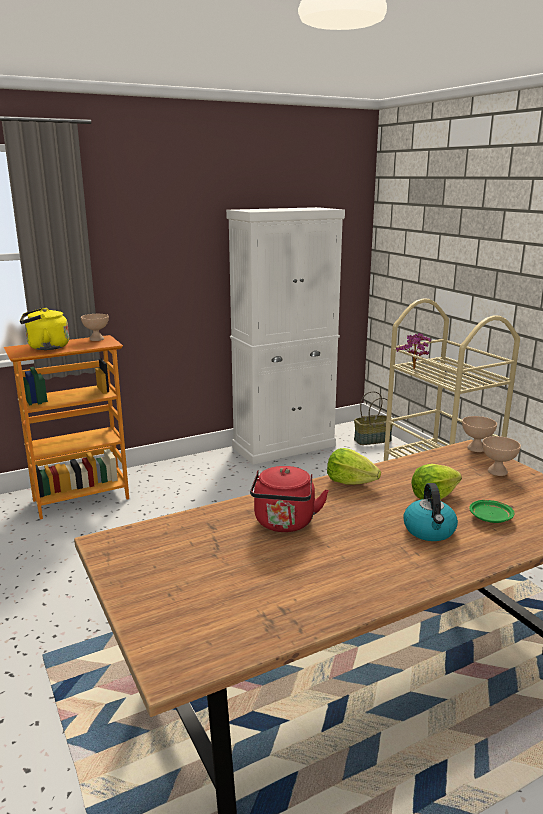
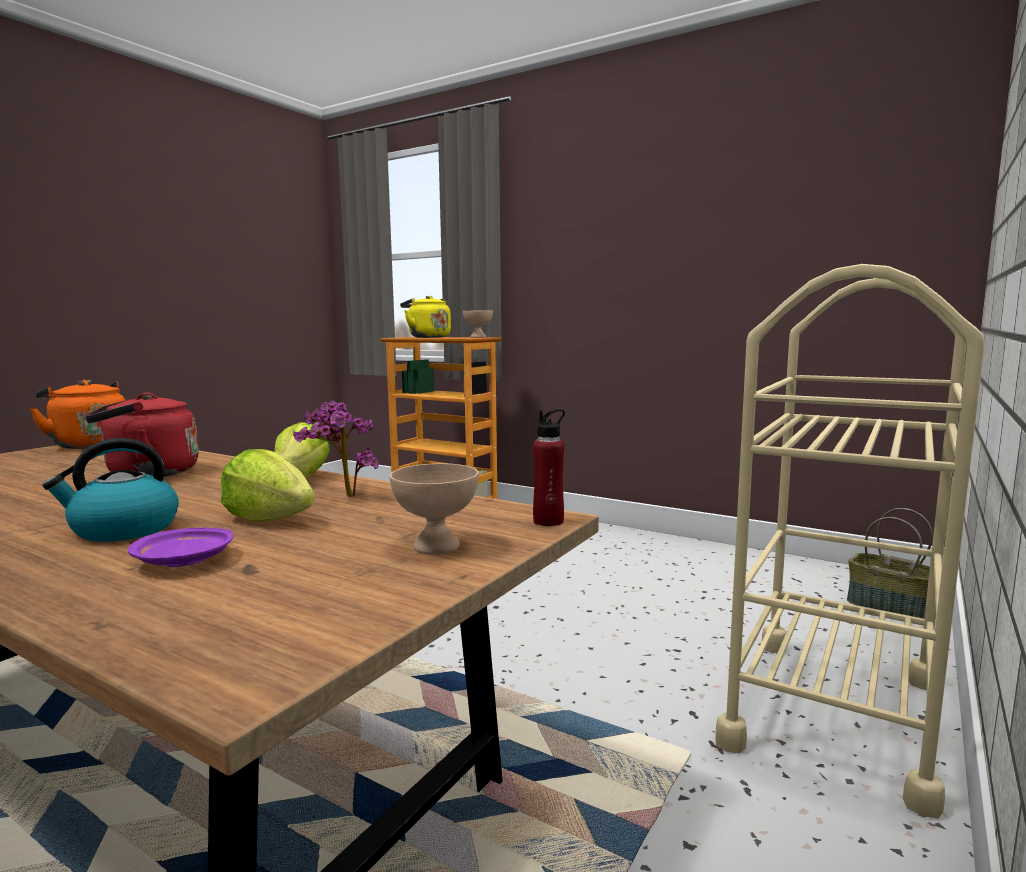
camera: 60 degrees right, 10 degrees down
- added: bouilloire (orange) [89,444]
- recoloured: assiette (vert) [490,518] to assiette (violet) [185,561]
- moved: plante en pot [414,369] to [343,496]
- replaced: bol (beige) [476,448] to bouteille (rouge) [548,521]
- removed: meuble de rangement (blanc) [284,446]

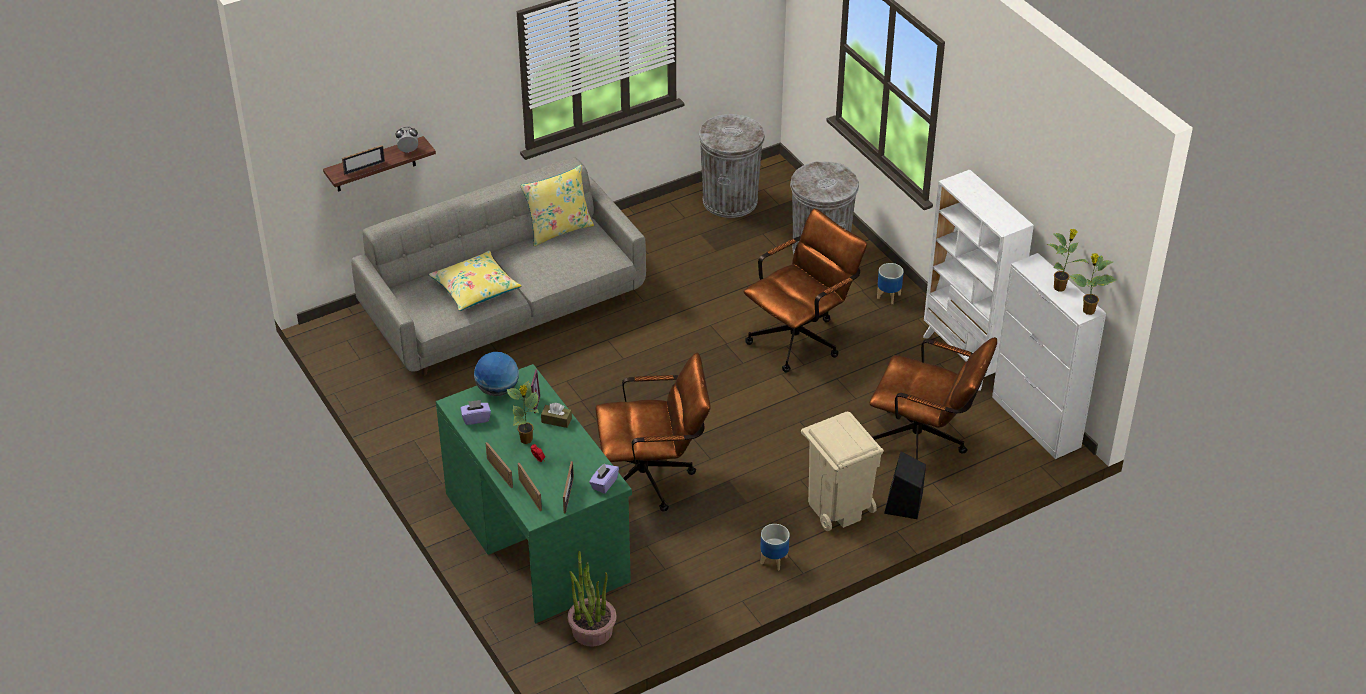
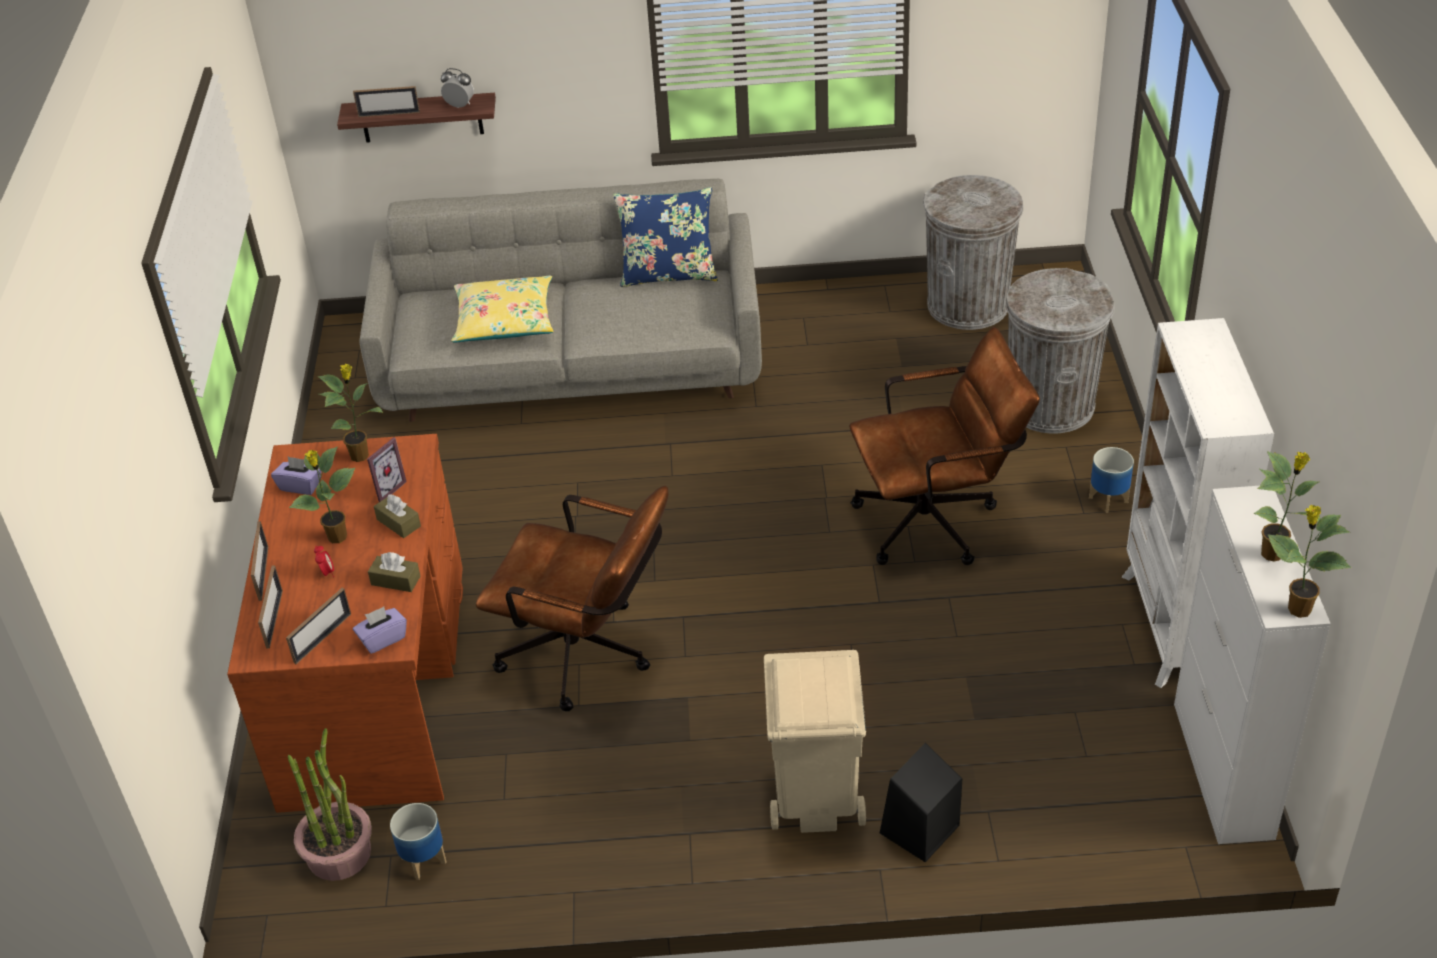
camera: 30 degrees right, 0 degrees up
- recoloured: bureau (vert) [537,536] to bureau (marron) [377,685]
- replaced: globe [497,390] to plante en pot [360,455]
- added: boîte à mouchoirs (marron) [395,580]
- moved: cache-pot [773,560] to [423,860]
- recoloured: coussin (jaune) [558,229] to coussin (bleu) [669,274]
- removed: chaise de bureau (marron) [925,443]

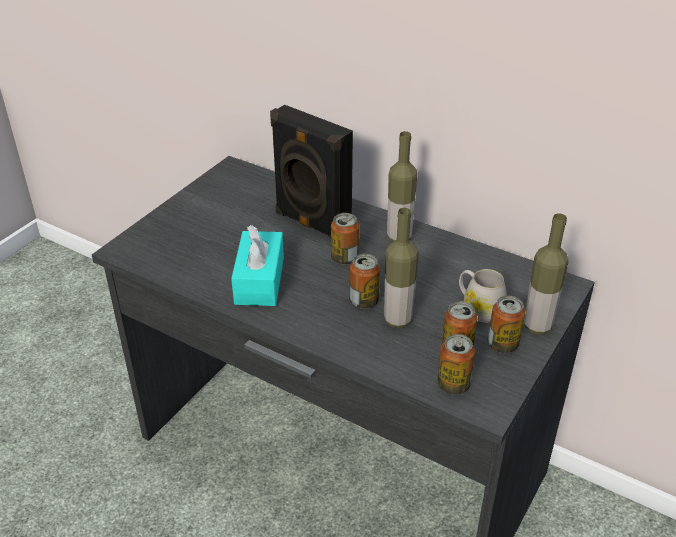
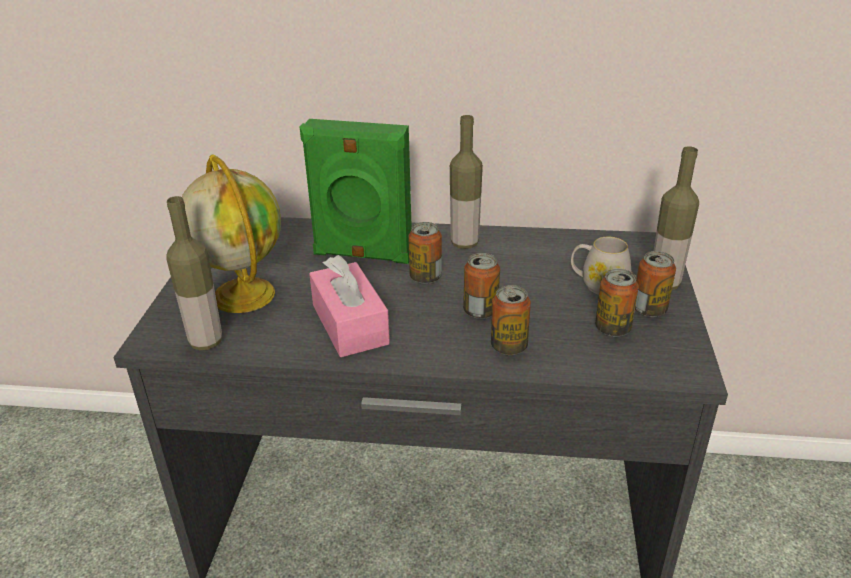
camera: 25 degrees left, 5 degrees down
- moved: bouteille [398,320] to [206,342]
- added: globe [242,294]
- recoloured: enceinte (noir) [311,224] to enceinte (vert) [362,255]
- recoloured: boîte à mouchoirs (turquoise) [259,280] to boîte à mouchoirs (rose) [350,324]
- moved: boîte métallique [453,385] to [508,346]

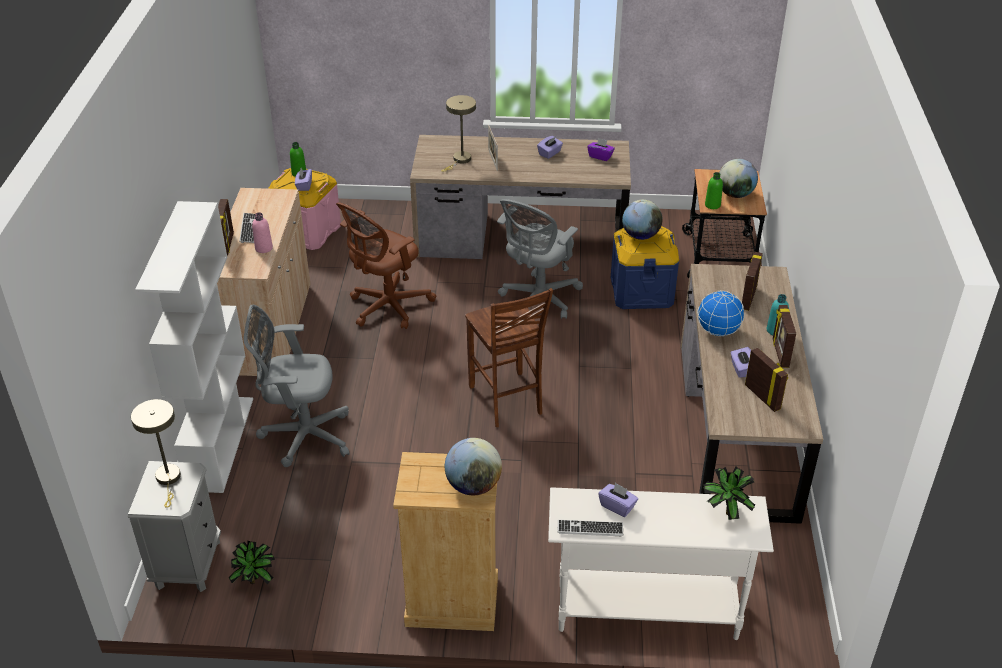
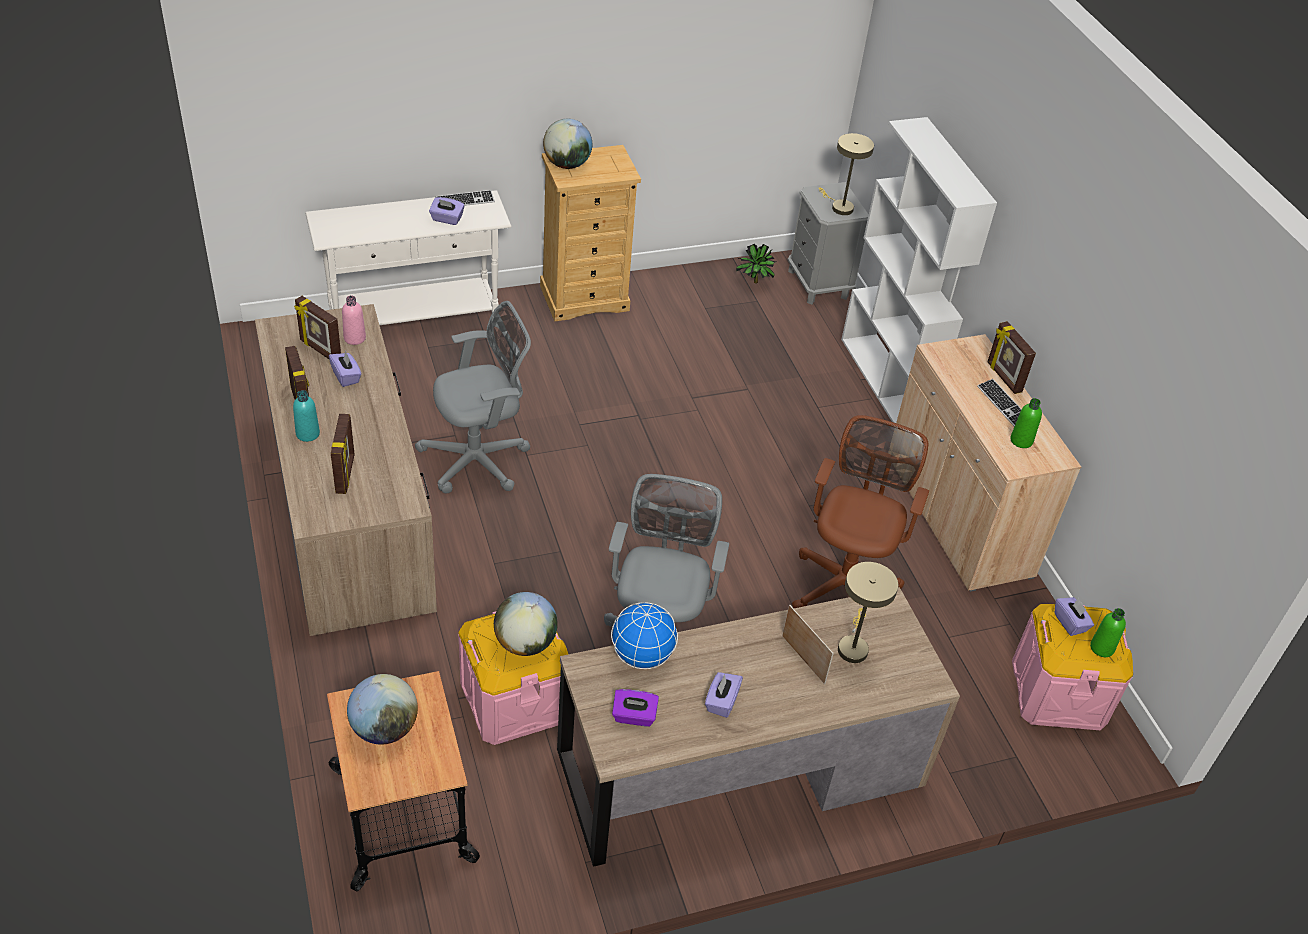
camera: 155 degrees right, 5 degrees up
- moved: bouteille (rose) [264,248] to [354,338]
- moved: chaise de bureau (gris) [302,435] to [480,460]
- recoloured: boîte de rangement (bleu) [641,291] to boîte de rangement (rose) [514,700]
- moved: globe [718,331] to [641,656]
- moved: bouteille (vert) [712,205] to [1021,440]
- removed: chaise (marron) [506,401]
- removed: plante en pot [724,512]

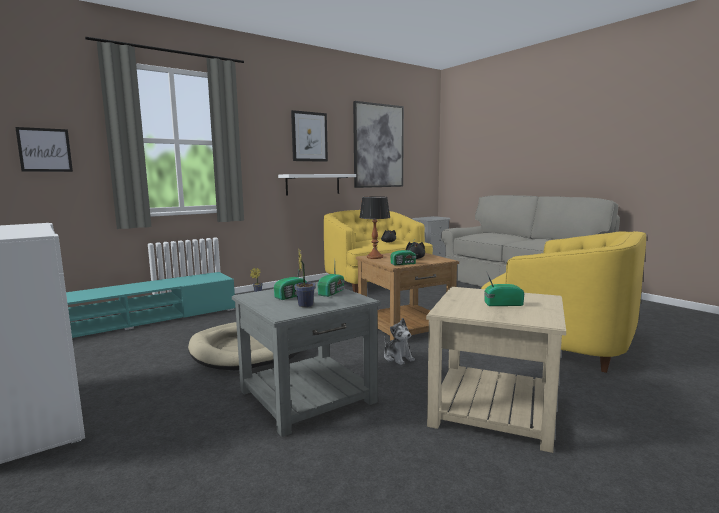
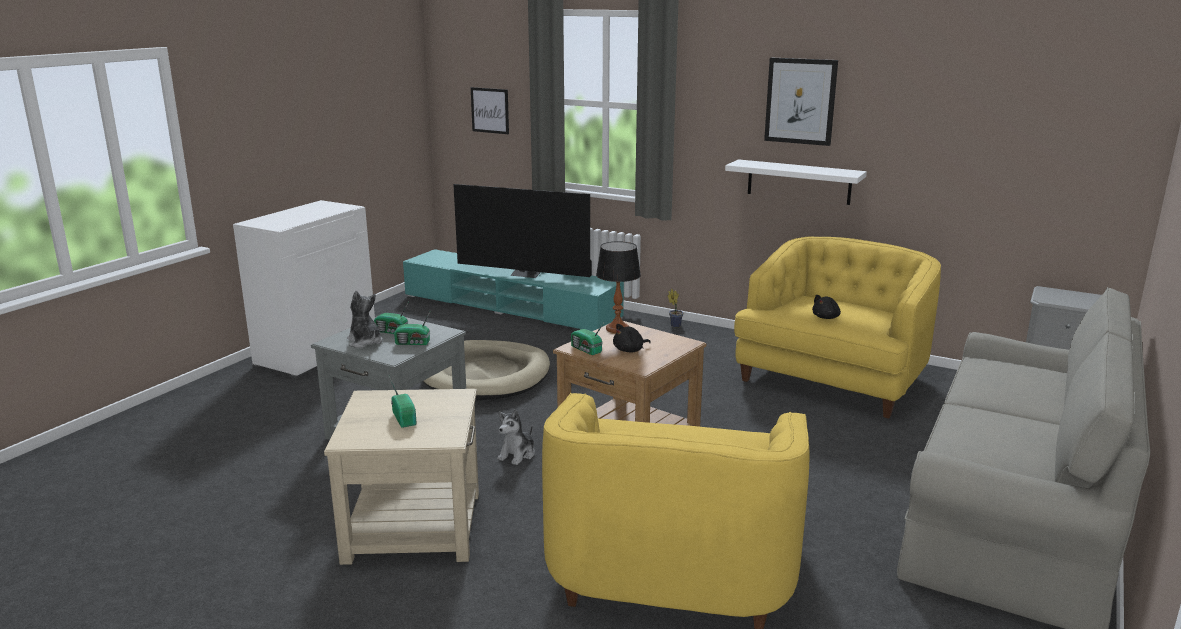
camera: 65 degrees right, 10 degrees up
- replaced: plante en pot [305,304] to peluche [365,342]
- added: téléviseur [526,274]
- removed: tableau [378,146]

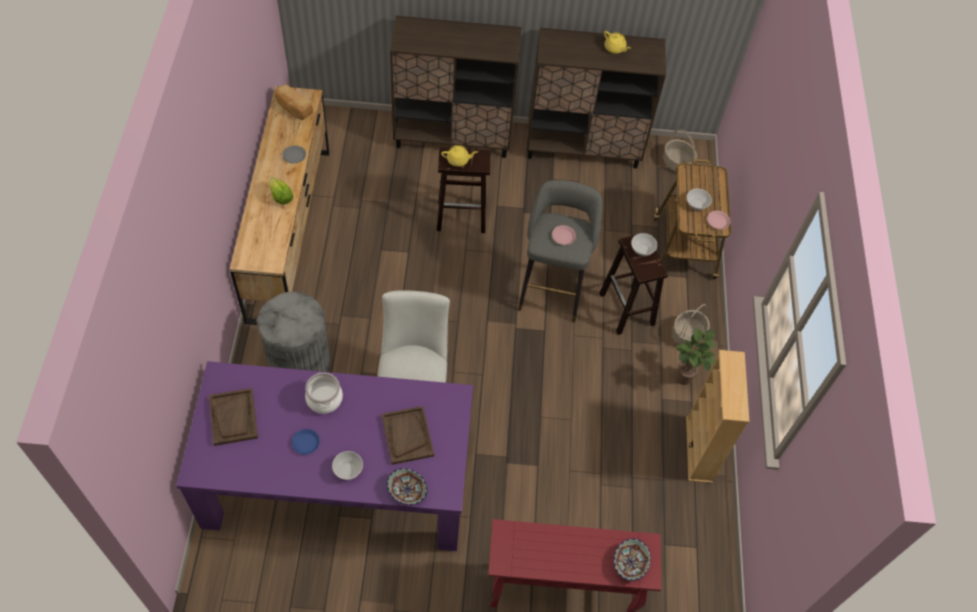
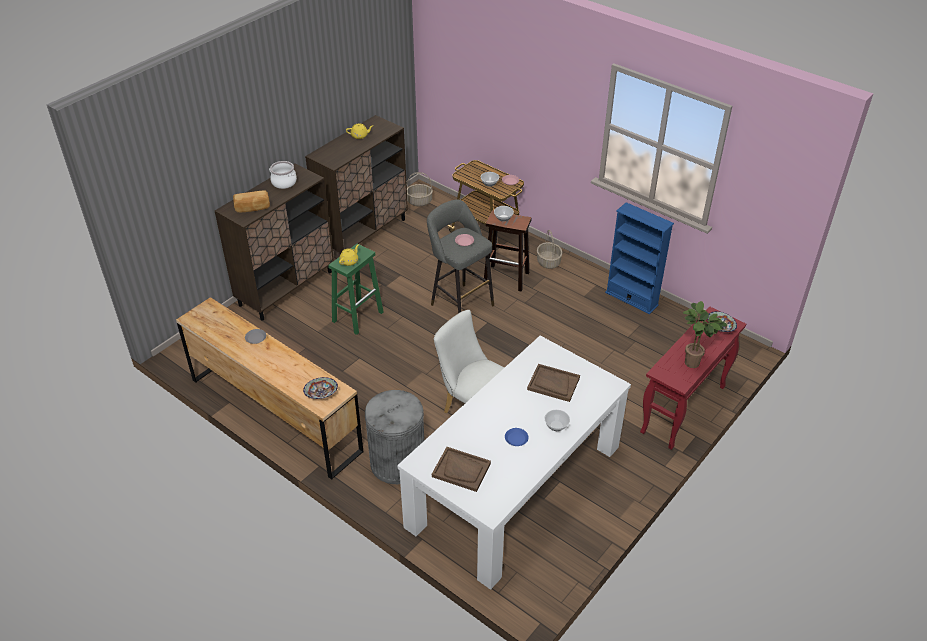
camera: 50 degrees left, 15 degrees down
- moved: pain [294,108] to [252,208]
- moved: marmite [324,399] to [284,182]
- moved: bol [407,490] to [321,394]
- recoloured: tabouret (marron) [462,216] to tabouret (vert) [358,316]
- recoloured: table à manger (violet) [338,480] to table à manger (blanc) [515,486]
- recoloured: bibliothèque (beige) [699,449] to bibliothèque (bleu) [631,299]
- moved: plante en pot [683,381] to [694,364]
- removed: laitue [281,197]

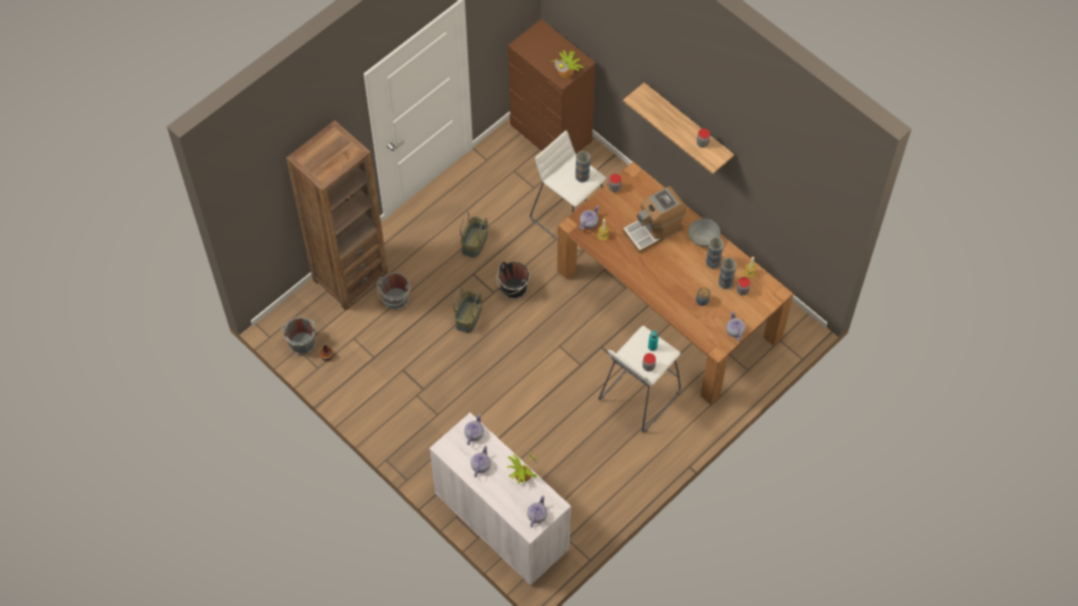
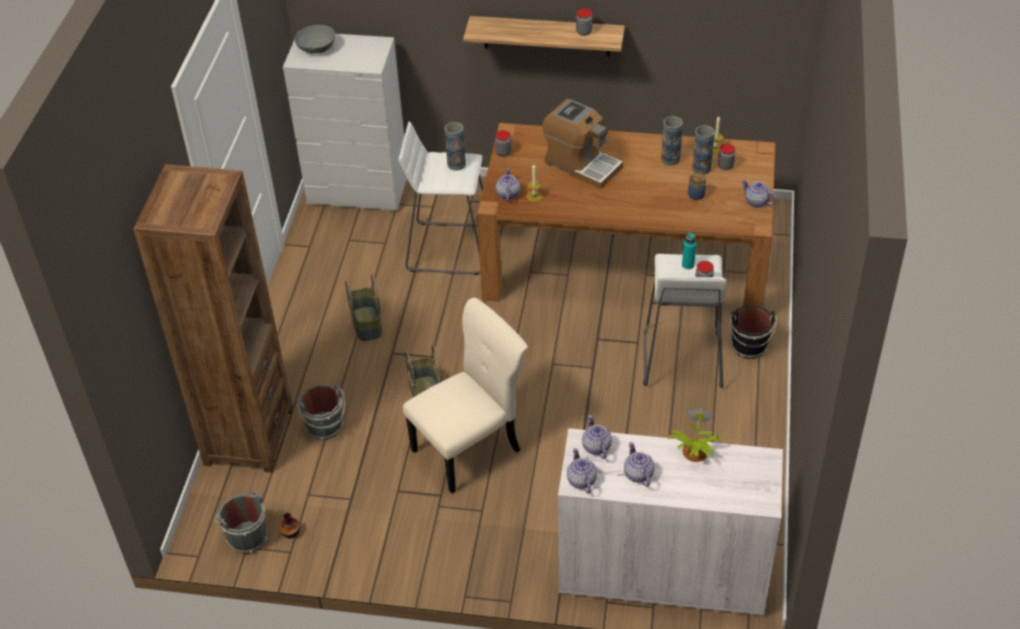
camera: 35 degrees left, 15 degrees down
- recoloured: commode (marron) [551,134] to commode (blanc) [358,190]
- moved: bol (gris) [703,237] to [317,48]
- added: chaise (beige) [470,448]
- turned: machine à café [654,229] = [581,164] 75 degrees counterclockwise
- moved: théière [537,515] to [581,480]
- moved: seau (noir) [513,290] to [749,347]
- removed: plante en pot [567,70]

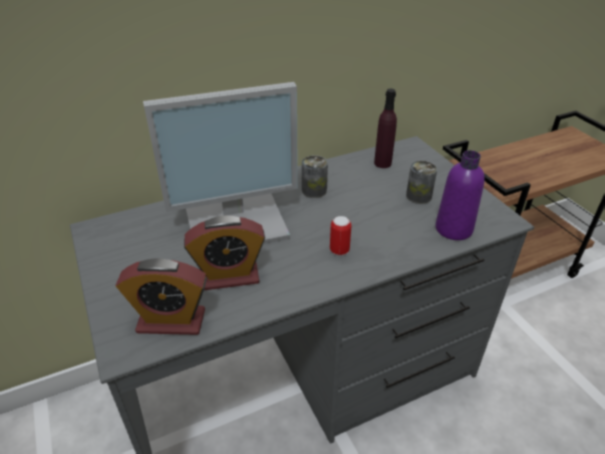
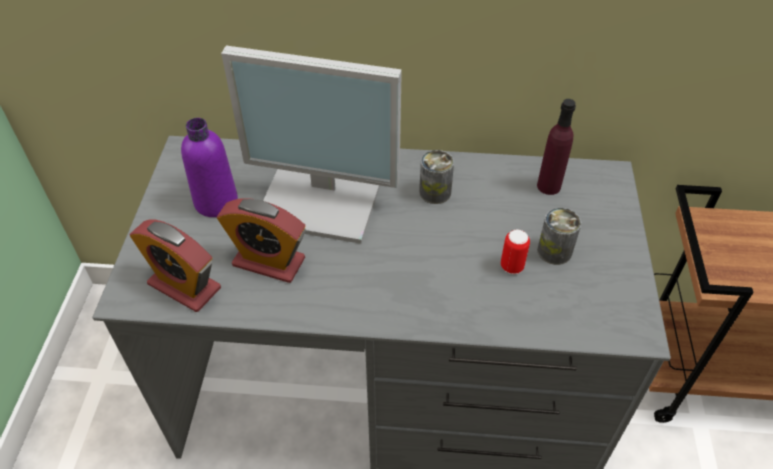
camera: 30 degrees right, 10 degrees up
- moved: bouteille (violet) [453,229] to [216,202]
- moved: boîte métallique [339,250] to [512,266]

